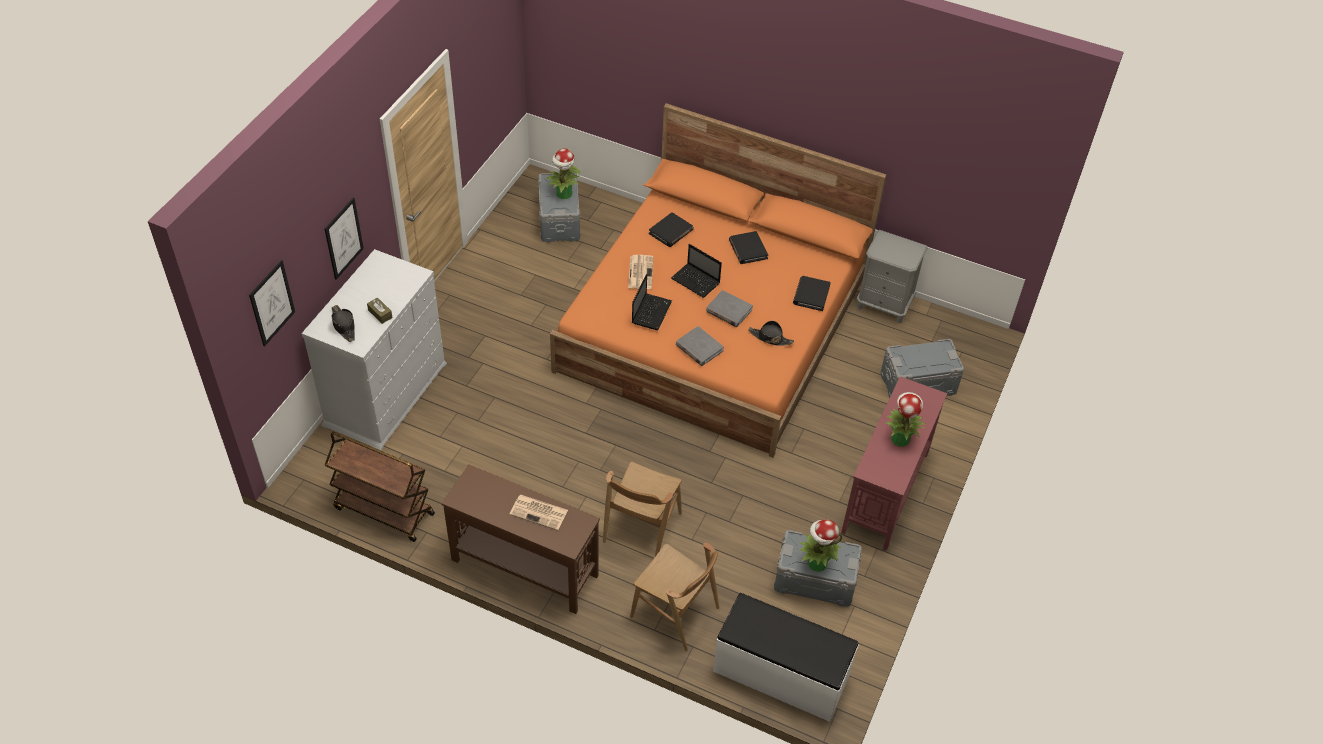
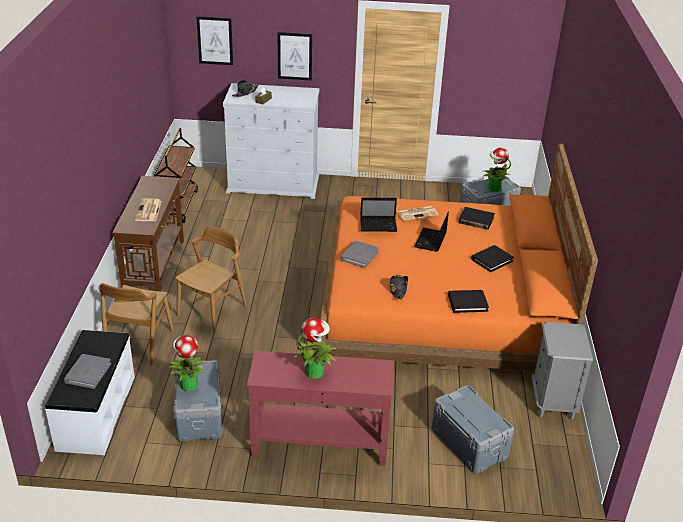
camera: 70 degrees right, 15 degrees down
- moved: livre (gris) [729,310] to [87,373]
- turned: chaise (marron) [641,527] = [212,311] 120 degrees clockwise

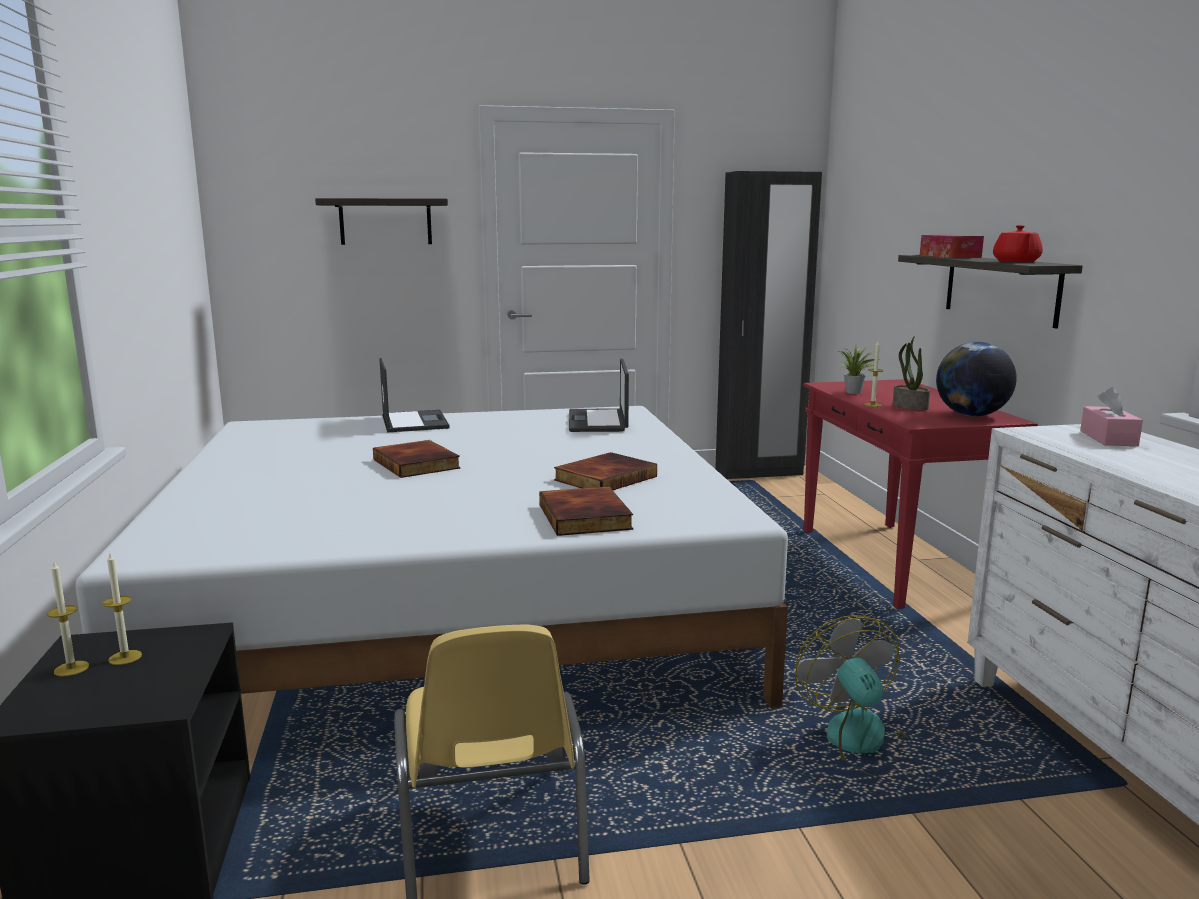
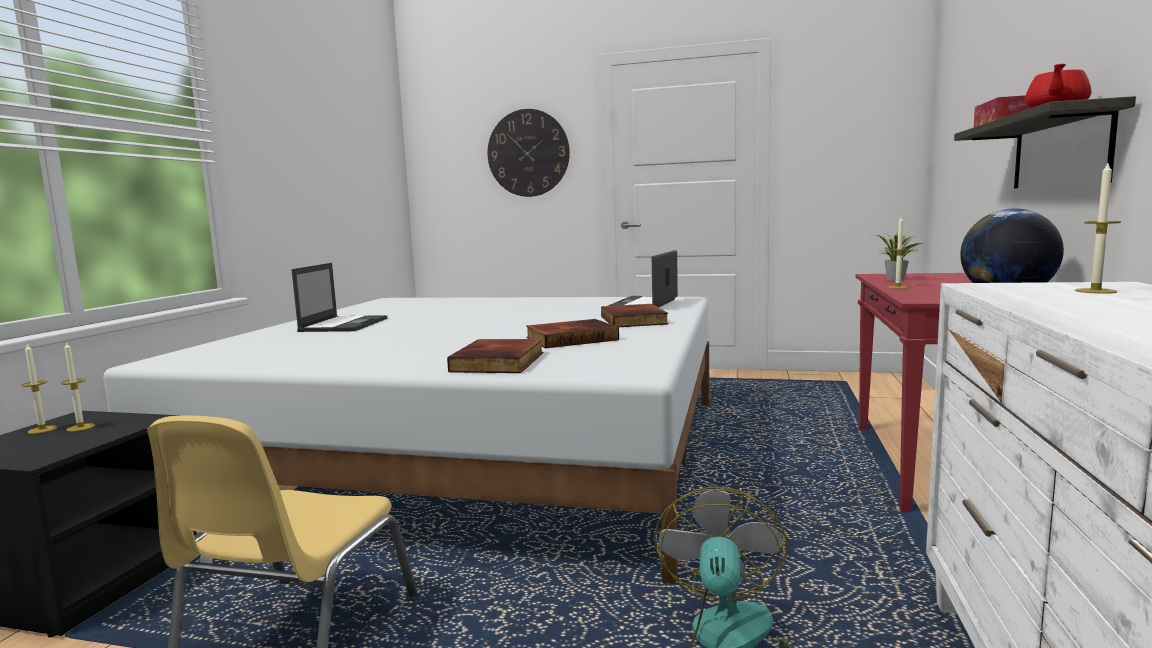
camera: 25 degrees right, 5 degrees down
- moved: ordinateur portable [414,422] to [344,324]
- replaced: étagère [385,221] to horloge murale [528,153]
- moved: livre [418,464] to [635,320]
- replaced: boîte à mouchoirs (rose) [1108,438] to bougie [1095,291]
- removed: armoire (noir) [759,473]
- removed: plante en pot [909,406]

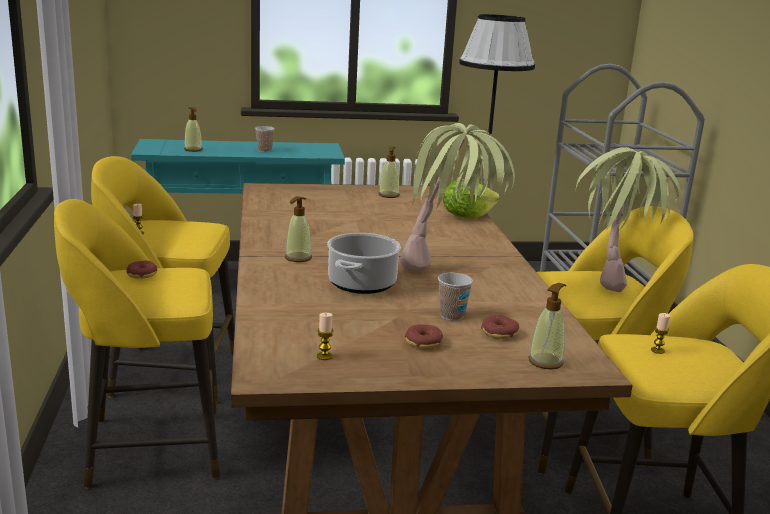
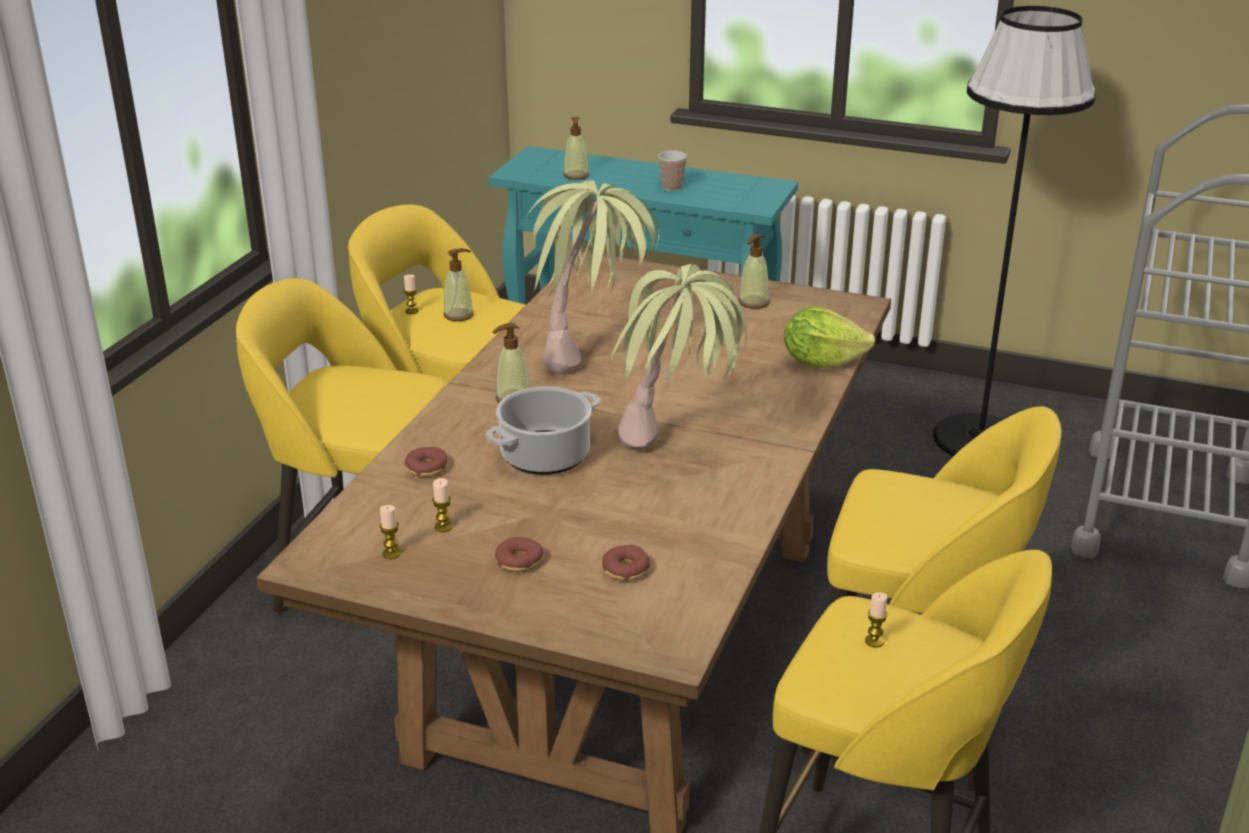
camera: 30 degrees right, 10 degrees up
- moved: beignet [142,274] to [426,468]
- added: bougie [443,527]
- moved: distributeur de savon [545,362] to [459,315]
- moved: plante en pot [614,279] to [593,355]
- removed: tasse [452,316]

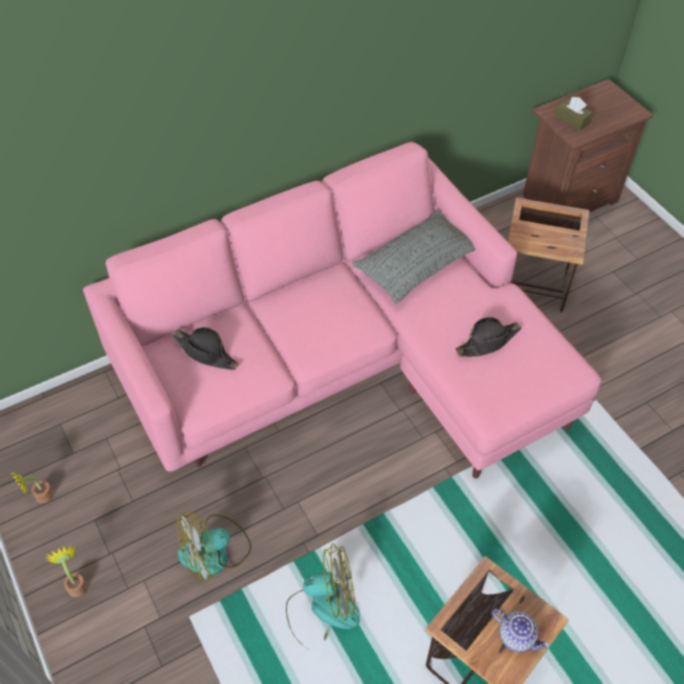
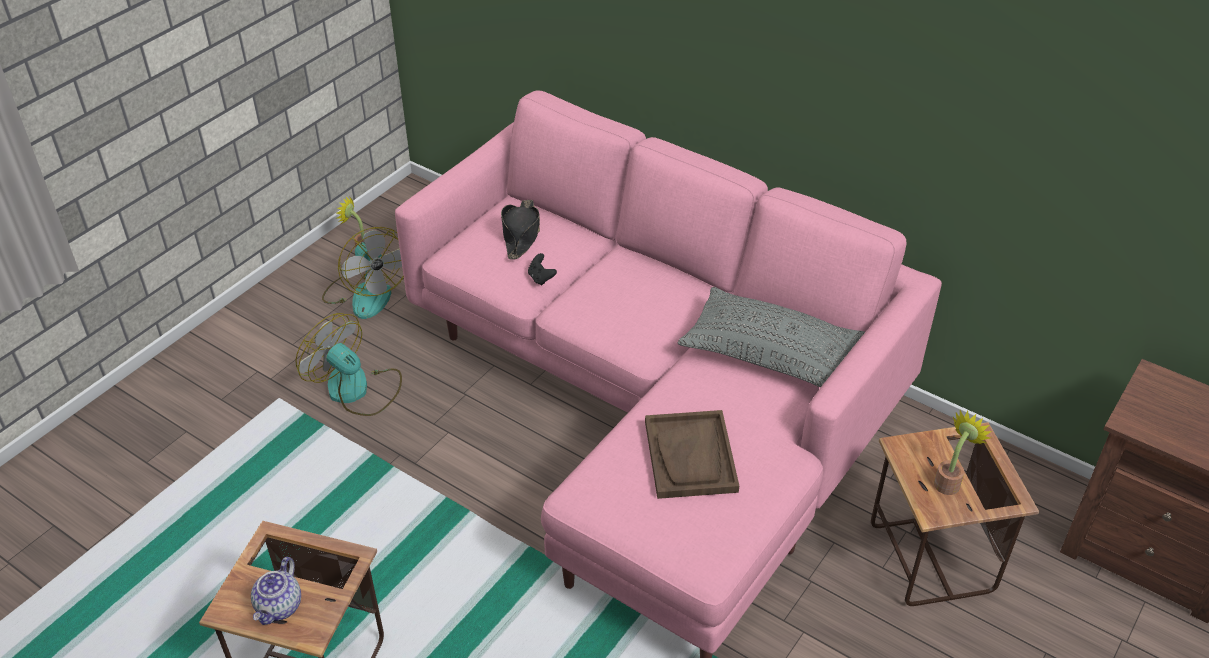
camera: 65 degrees right, 10 degrees down
- moved: ventilateur [322,609] to [366,293]
- added: manette (noir) [541,278]
- replaced: chapeau (noir) [487,342] to plateau (marron) [690,456]
- moved: plante en pot [76,584] to [949,481]
- removed: boîte à mouchoirs (marron) [572,120]

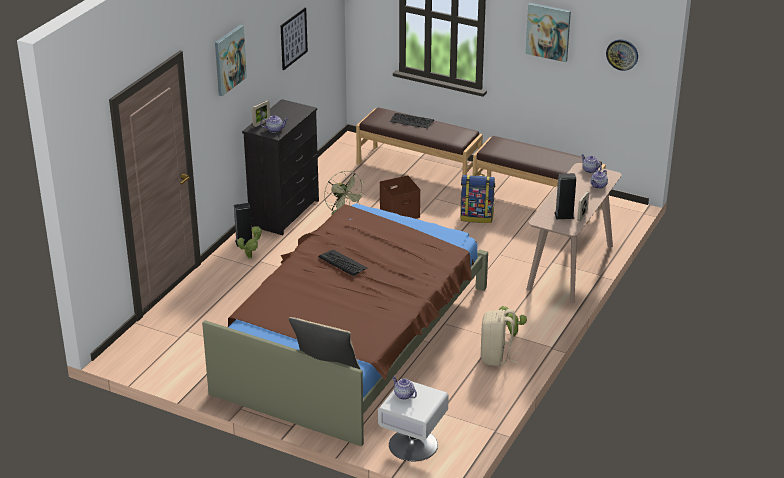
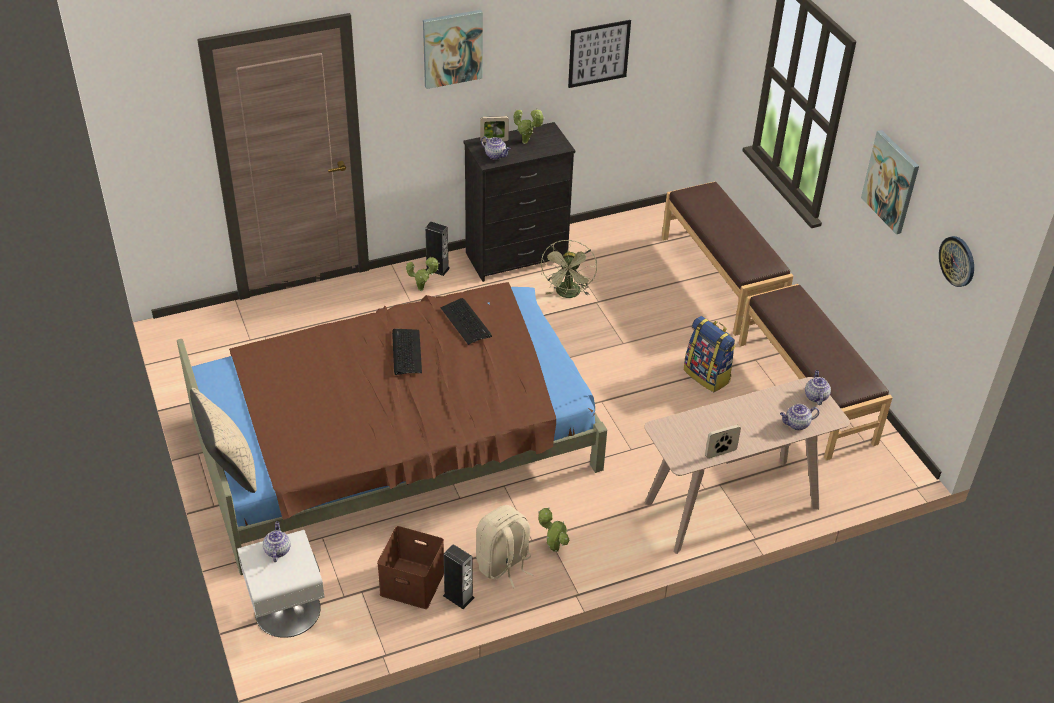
camera: 40 degrees right, 10 degrees up
- moved: boîte de rangement (marron) [400,212] to [414,582]
- moved: clavier [411,121] to [466,322]
- moved: enceinte [564,215] to [458,596]
- added: plante en pot [526,142]

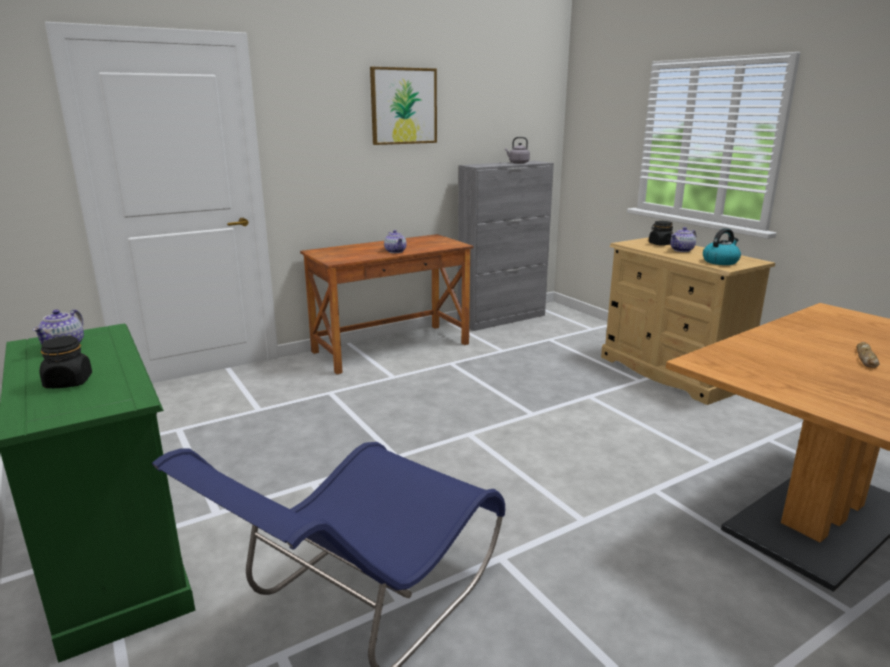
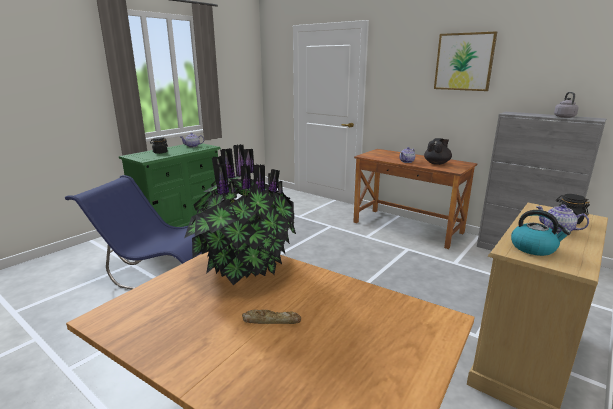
camera: 70 degrees right, 0 degrees up
- added: plante en pot [244,267]
- added: théière (noir) [437,163]

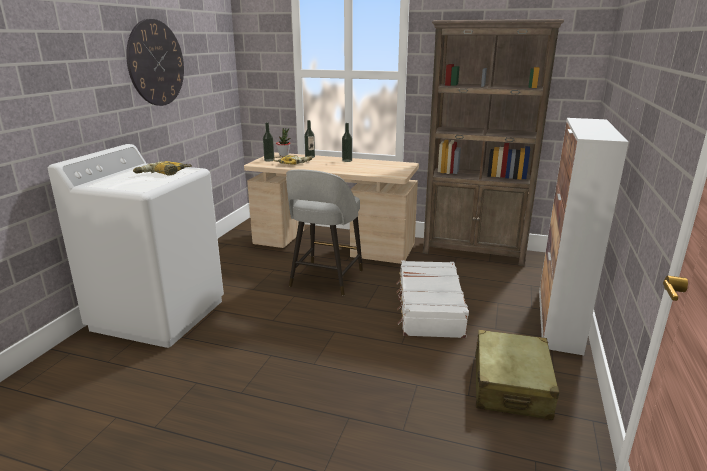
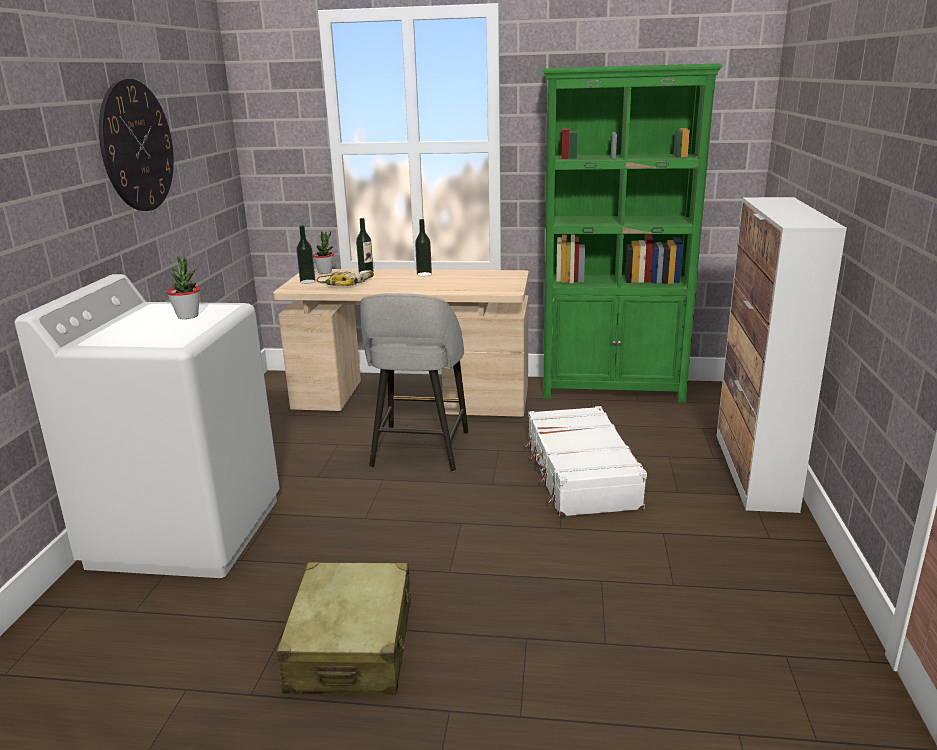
camera: 10 degrees left, 0 degrees up
- replaced: perceuse [163,173] to plante en pot [188,316]
- moved: valise (beige) [511,386] to [352,645]
- recoloured: bibliothèque (marron) [474,252] to bibliothèque (vert) [613,390]

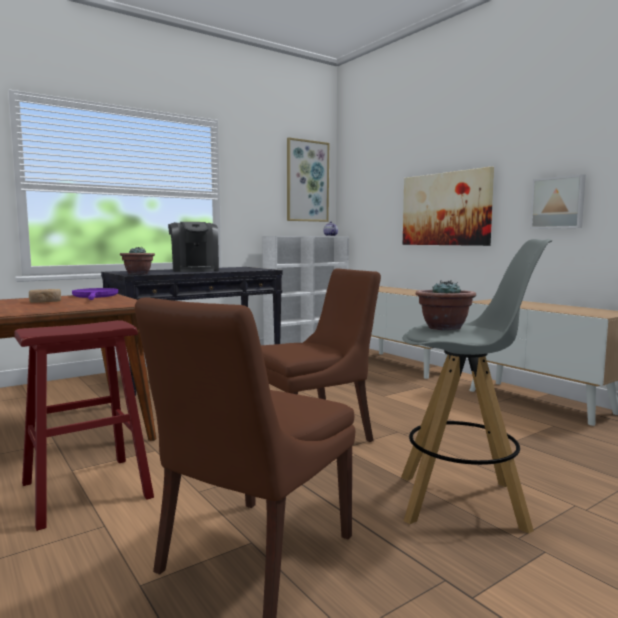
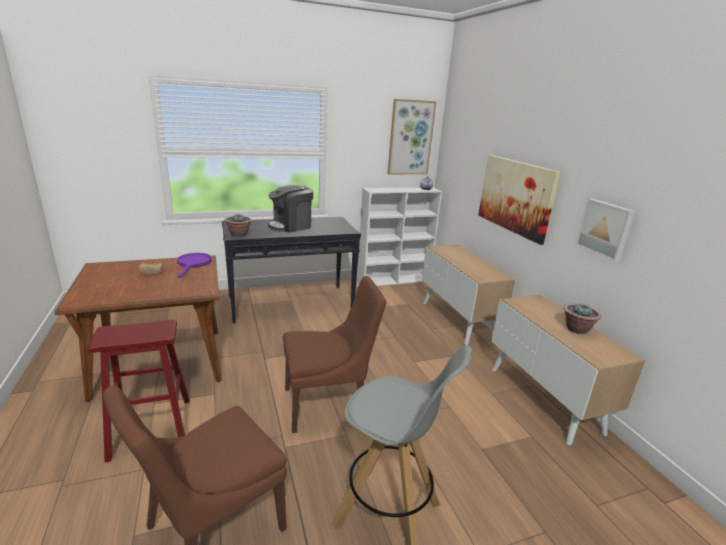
camera: 15 degrees right, 15 degrees up
- turned: machine à café [194,270] = [291,226] 60 degrees clockwise
- moved: plante en pot [444,328] to [576,329]

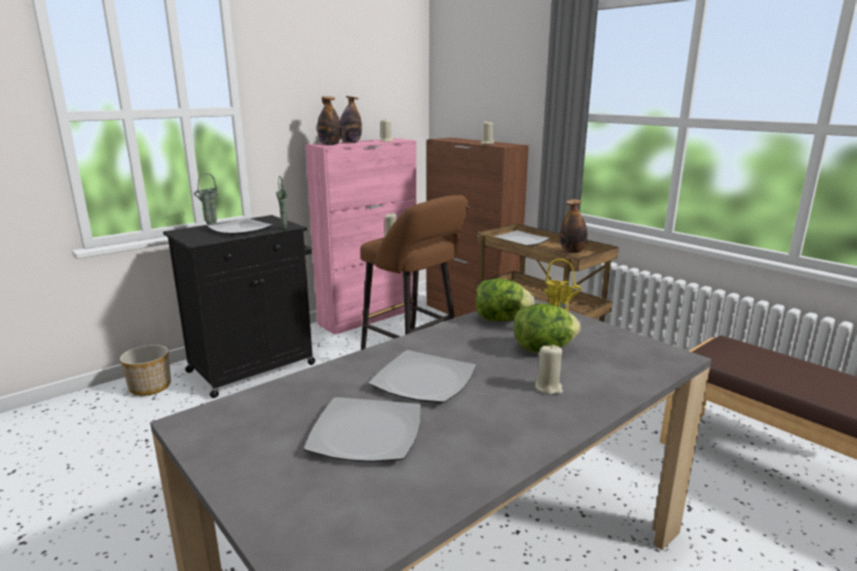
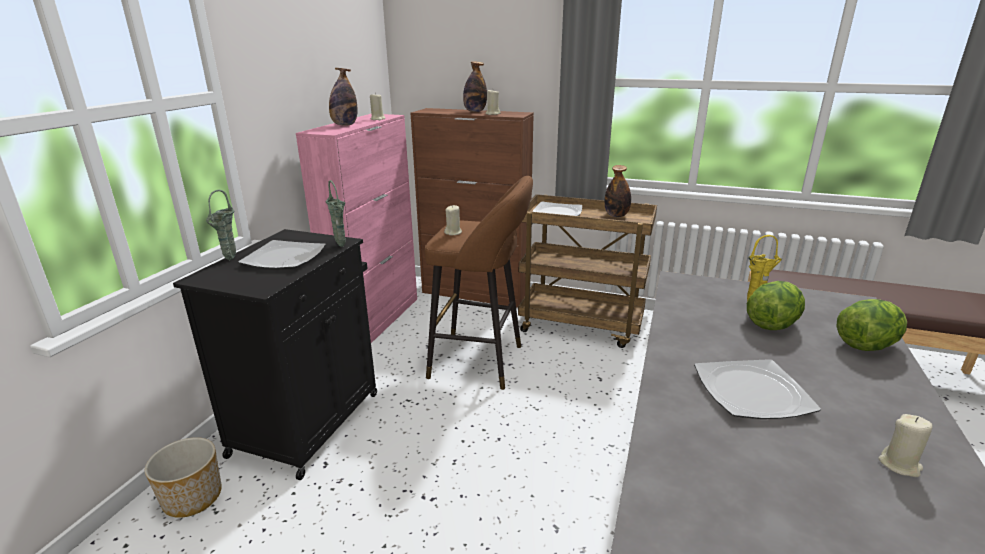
camera: 30 degrees left, 5 degrees up
- moved: bouteille [330,144] to [475,111]
- moved: laitue [501,319] to [866,345]
- moved: bougie (beige) [548,388] to [899,465]
- removed: assiette [367,433]

